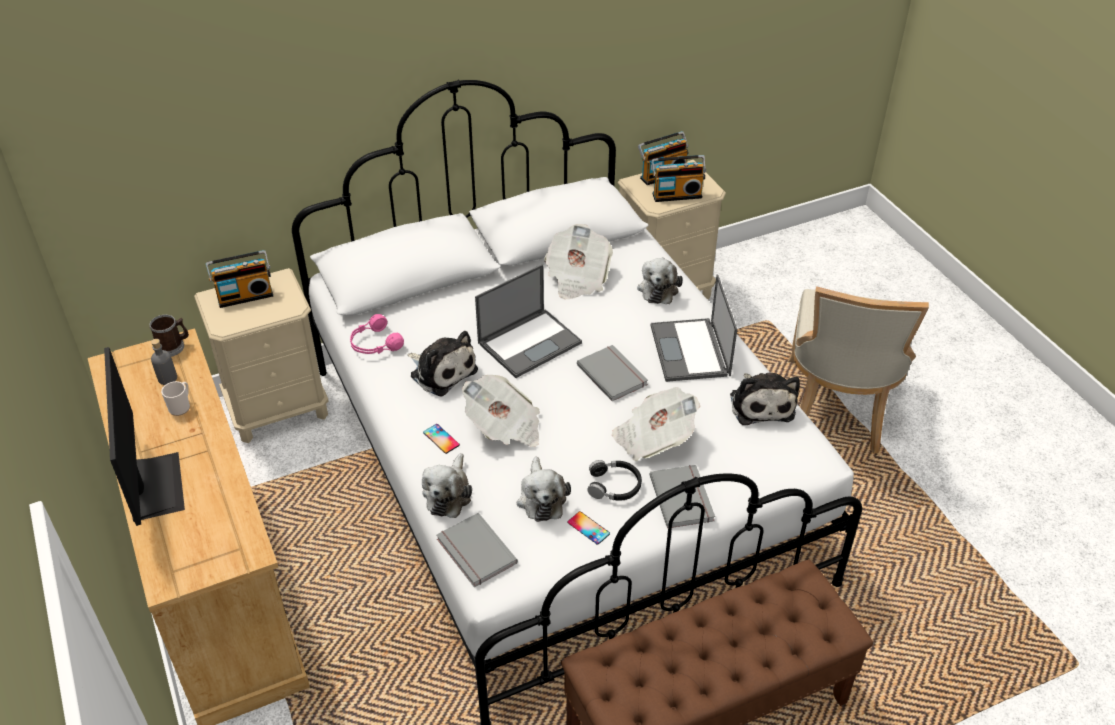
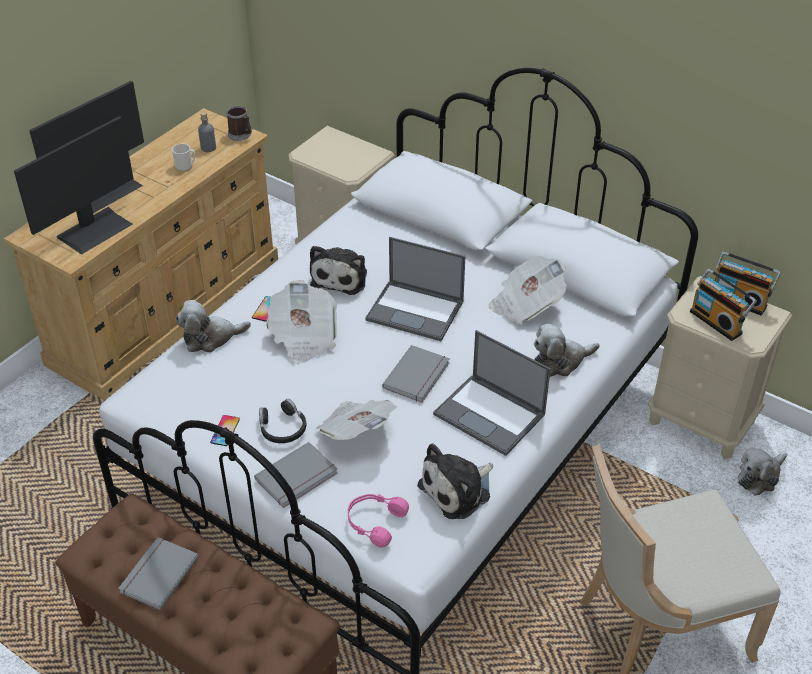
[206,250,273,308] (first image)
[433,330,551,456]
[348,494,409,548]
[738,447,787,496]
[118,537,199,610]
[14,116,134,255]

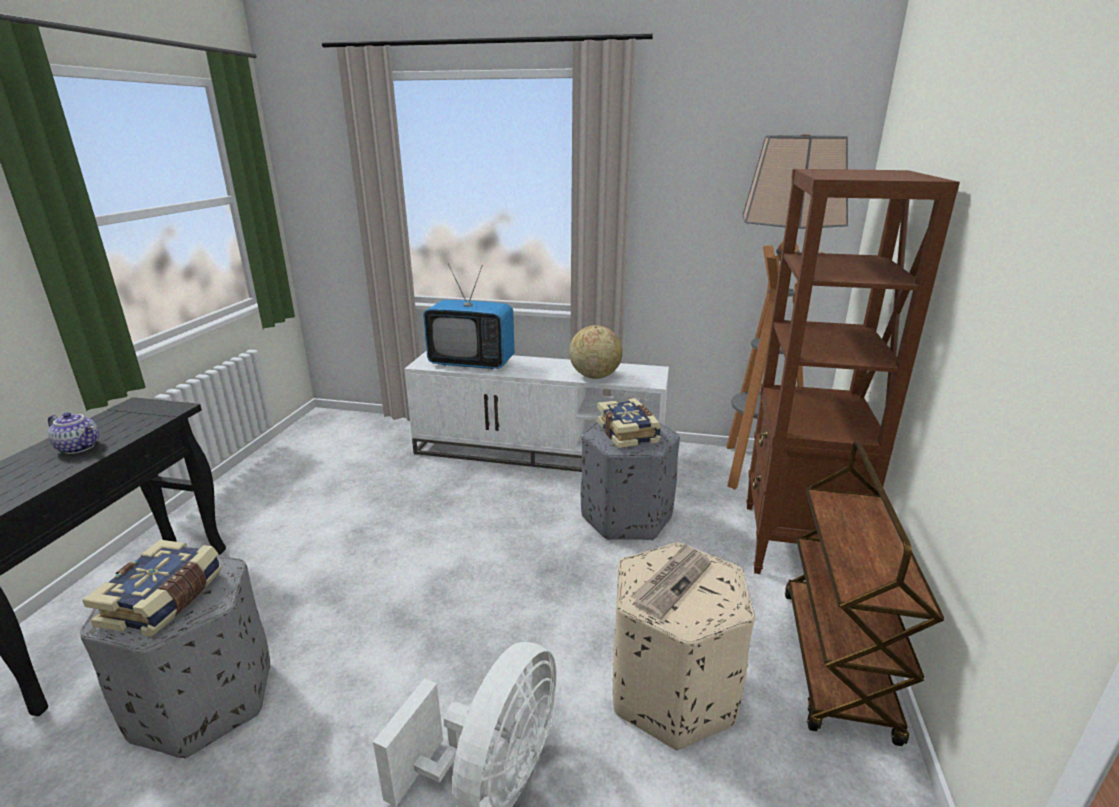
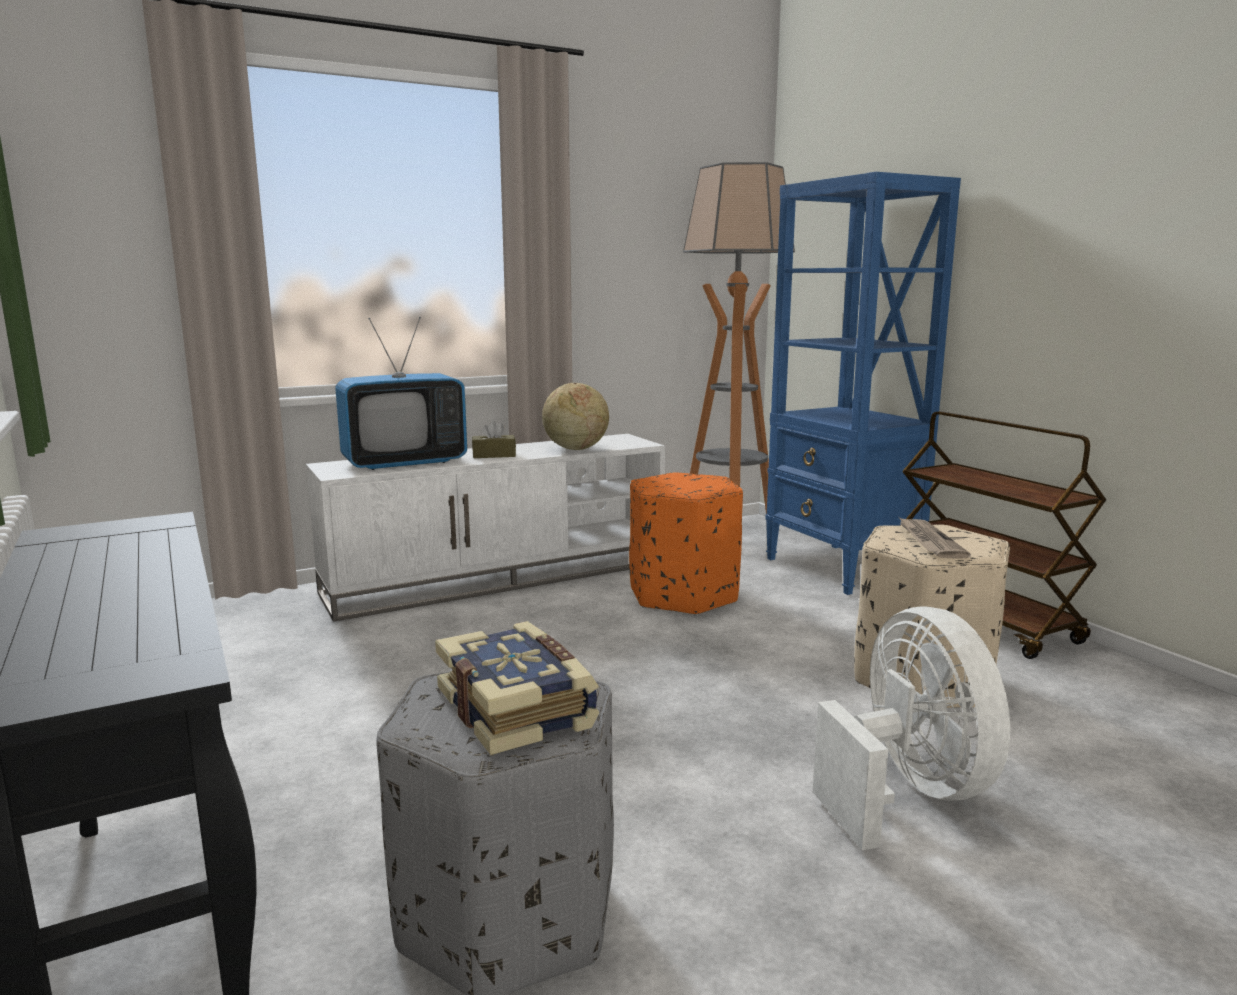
[765,172,961,595]
[597,398,661,448] (first image)
[48,412,99,454] (first image)
[629,473,743,615]
[472,420,516,458]

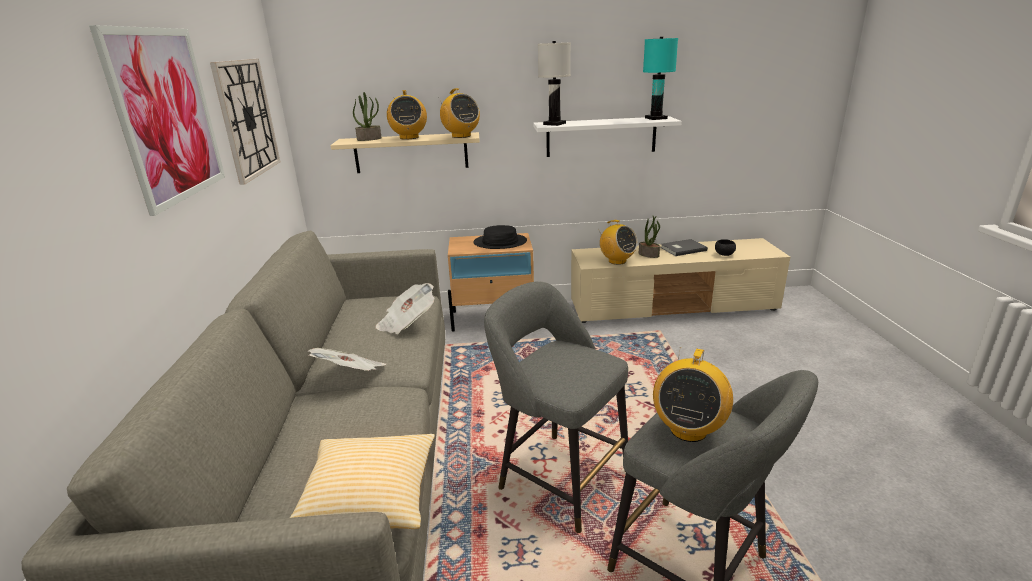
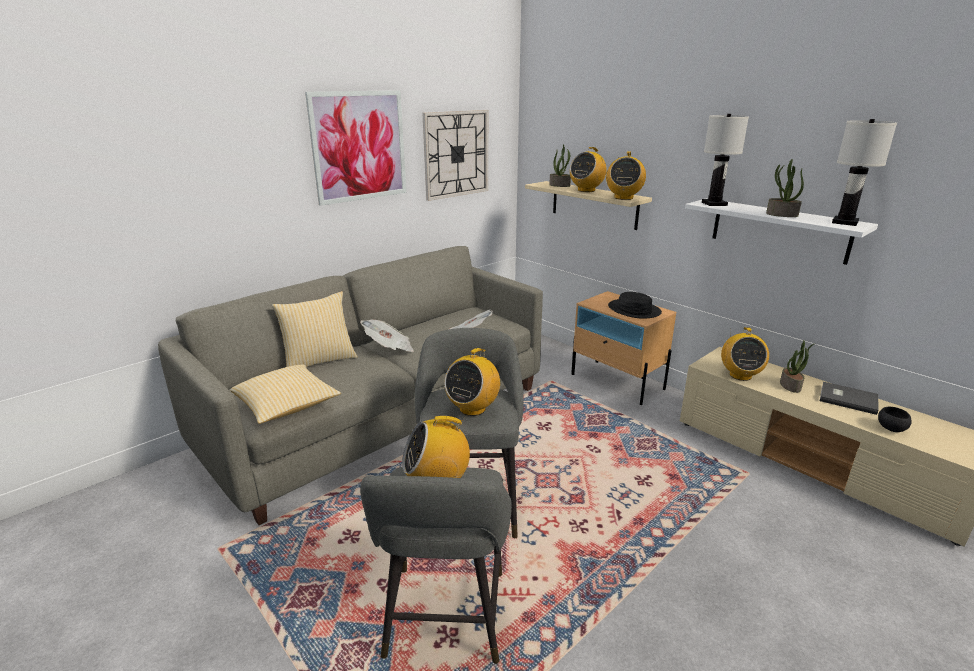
[832,119,897,226]
[766,159,804,217]
[272,291,358,367]
[444,348,500,416]

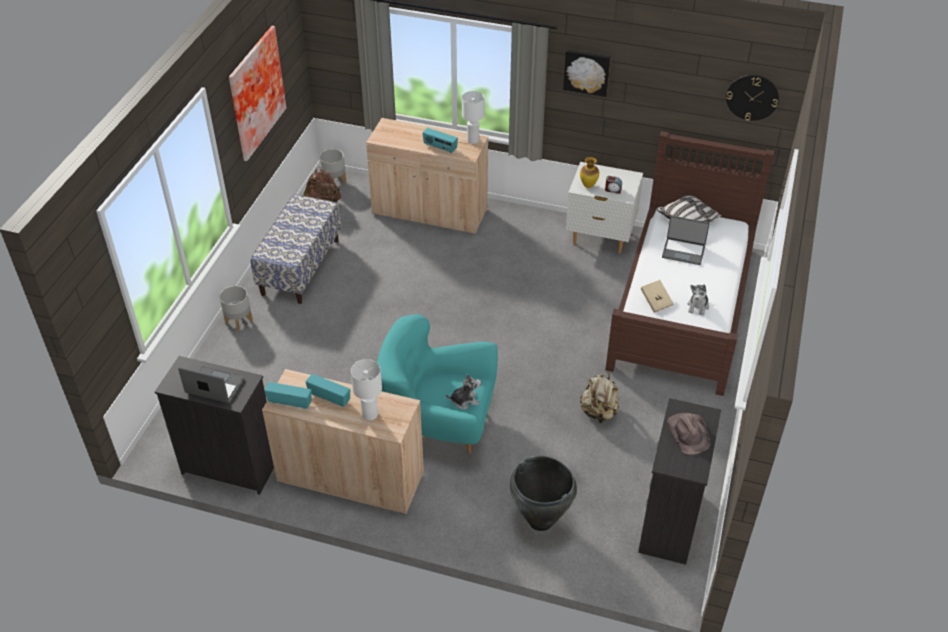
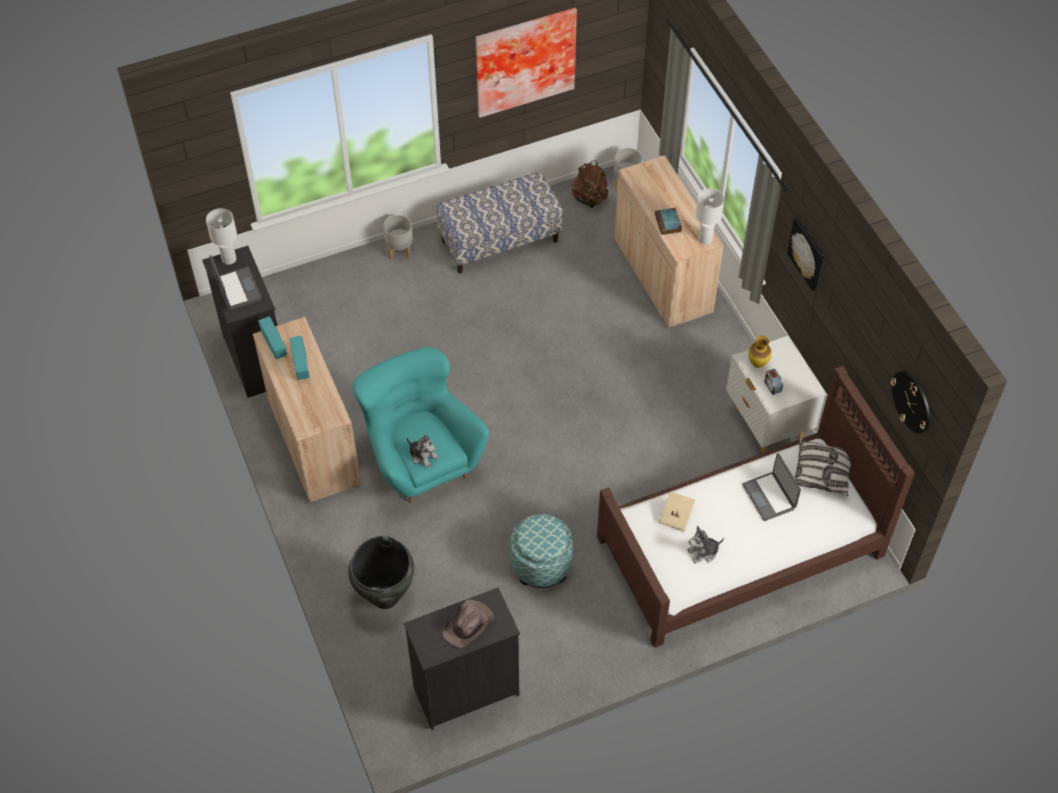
[655,208,682,235]
[206,208,237,265]
[510,514,573,588]

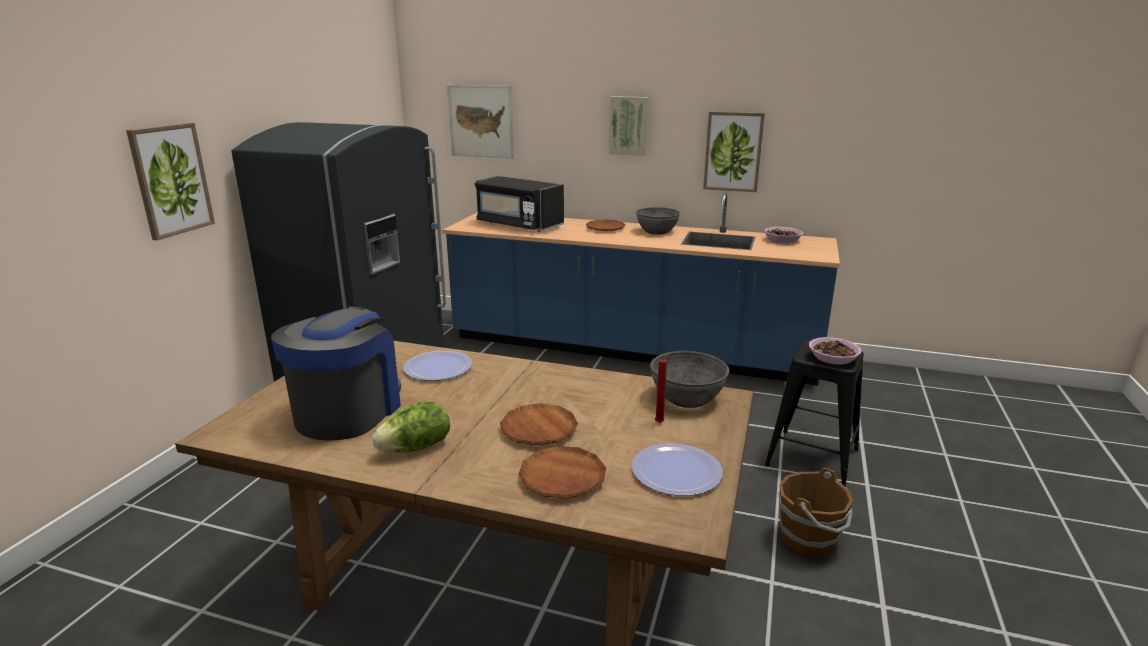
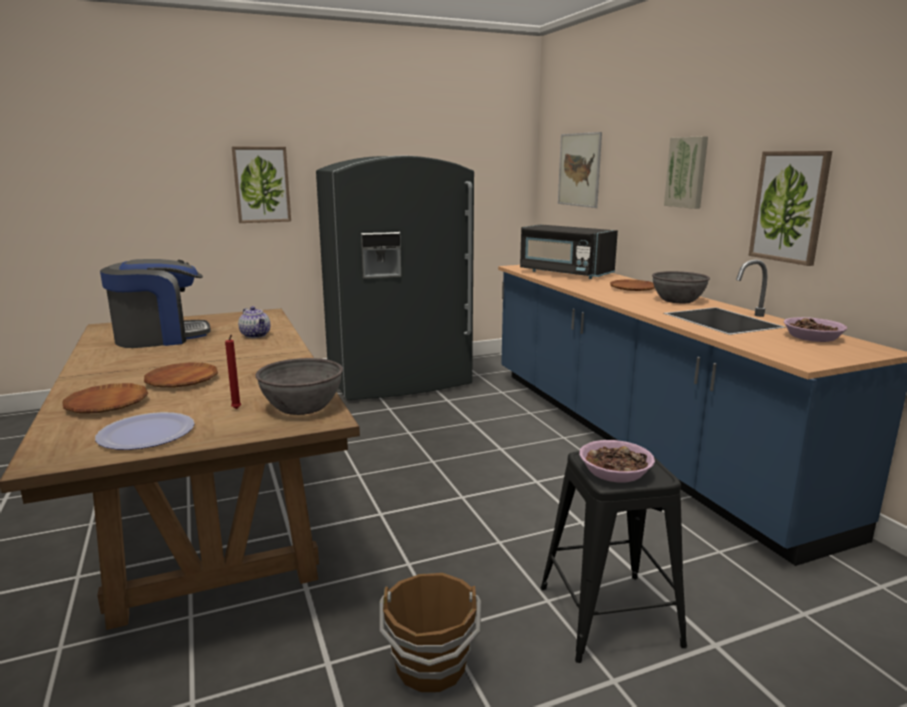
[520,225,618,279]
[238,306,270,338]
[372,402,450,453] (first image)

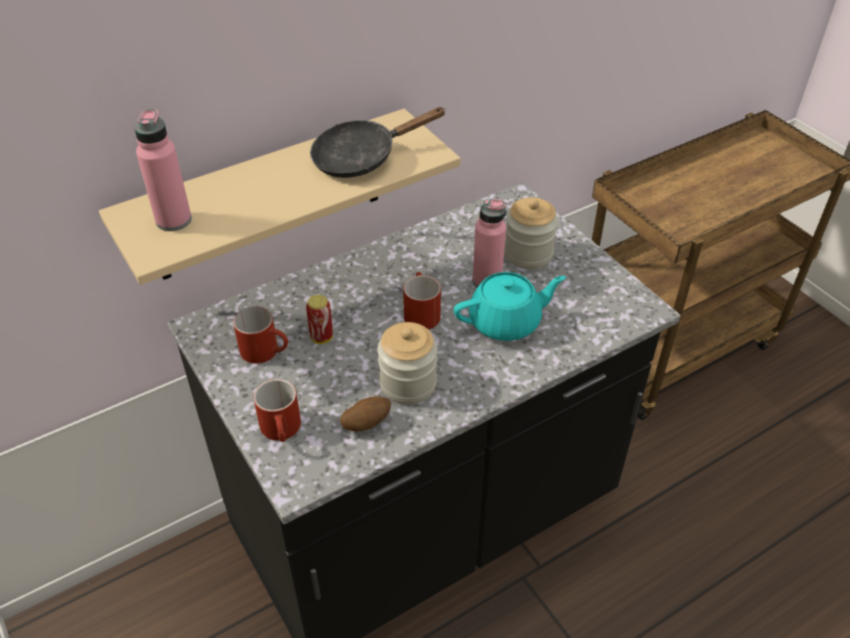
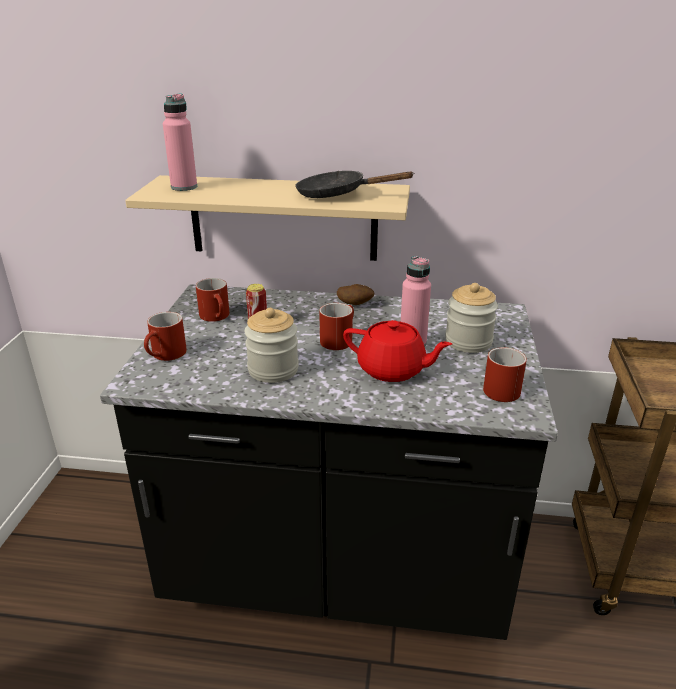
[343,320,452,382]
[337,284,374,305]
[483,347,527,402]

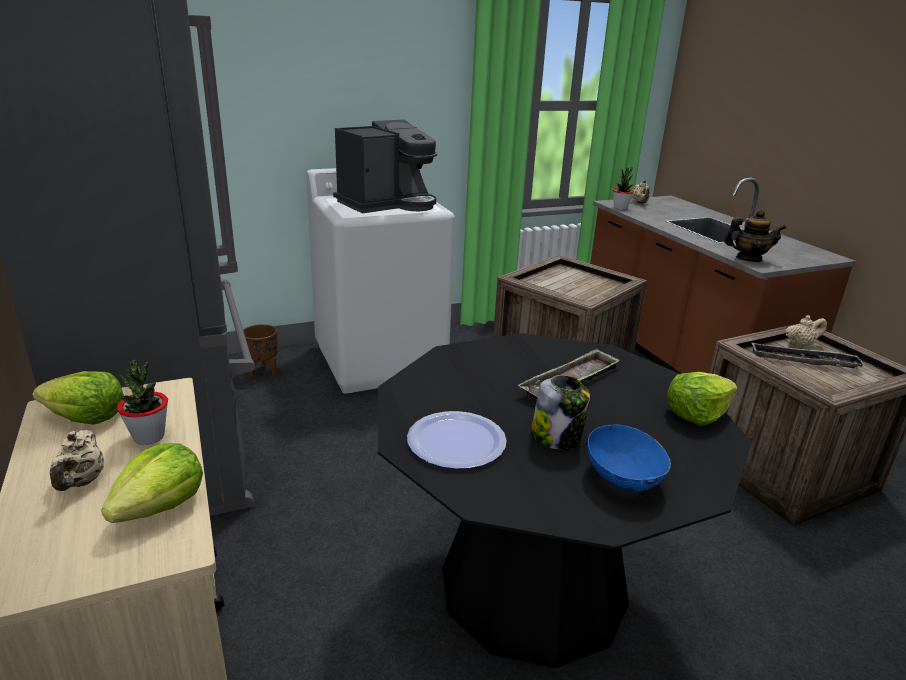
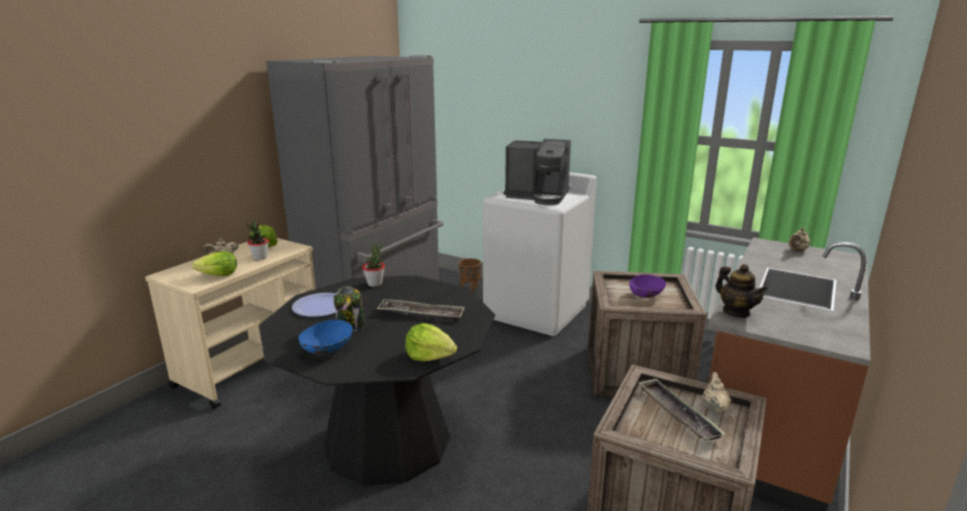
[362,243,385,287]
[702,372,731,413]
[629,275,666,298]

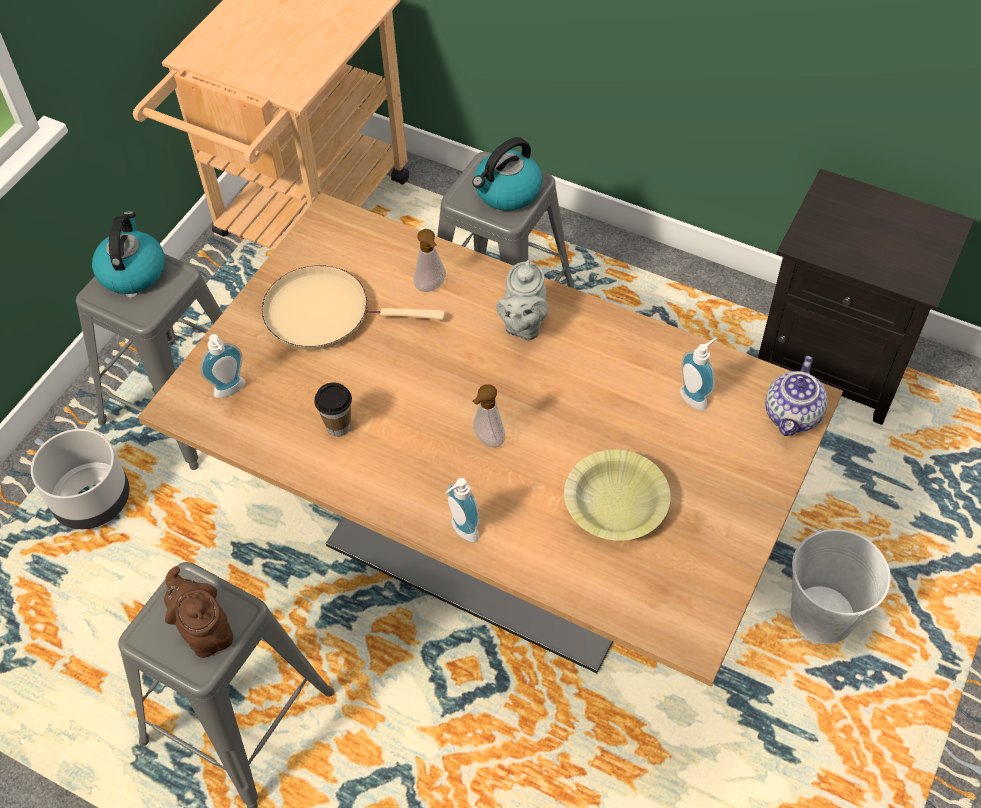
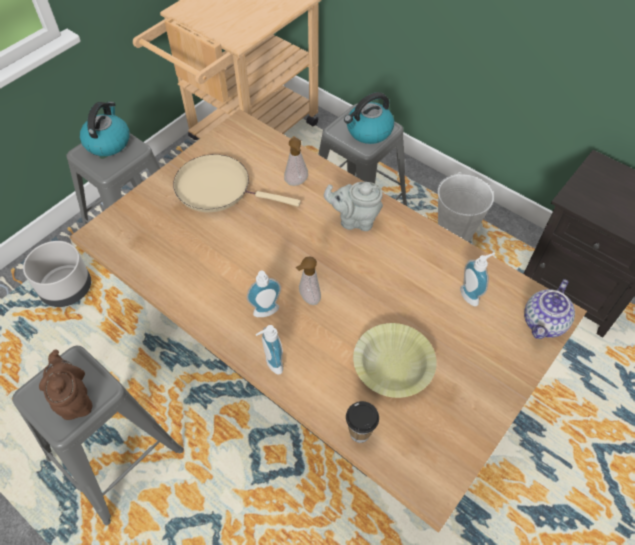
[324,182,383,231]
[247,271,281,317]
[346,401,379,443]
[438,172,494,242]

